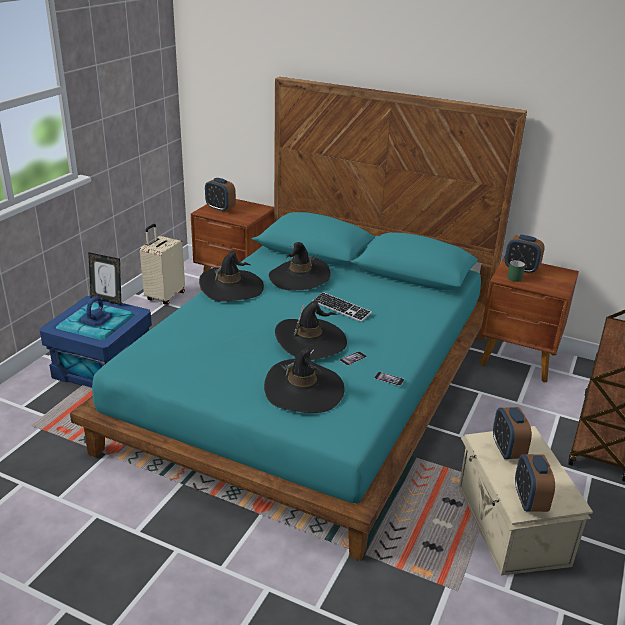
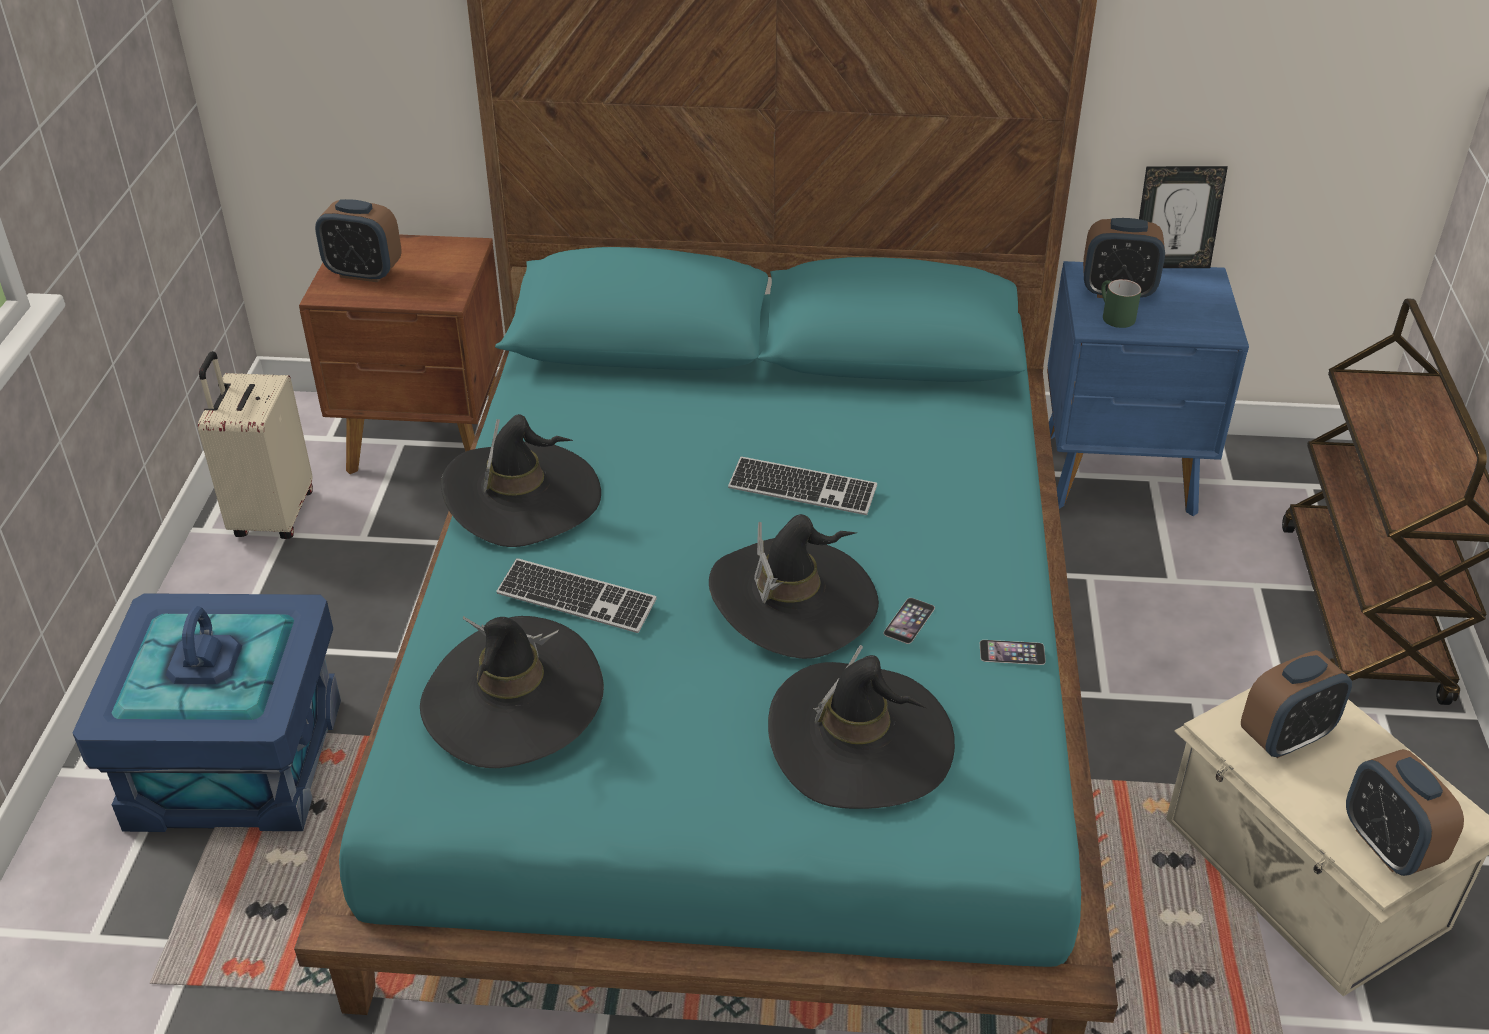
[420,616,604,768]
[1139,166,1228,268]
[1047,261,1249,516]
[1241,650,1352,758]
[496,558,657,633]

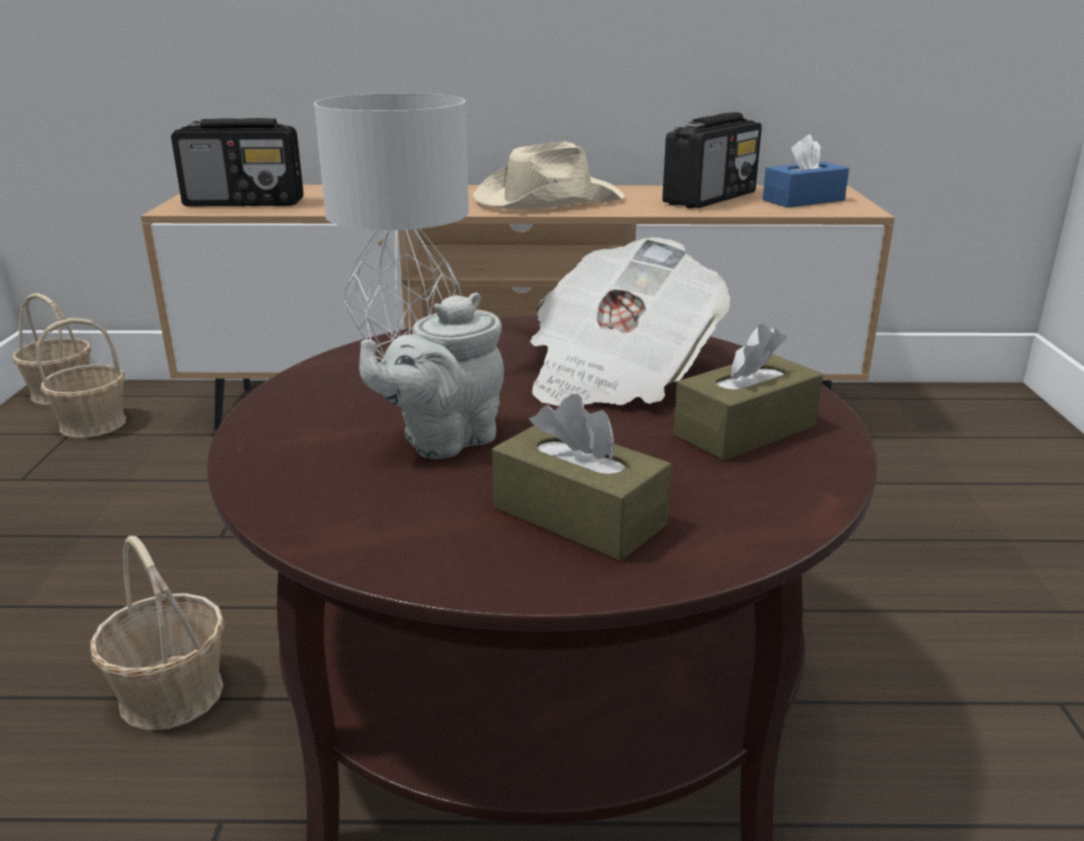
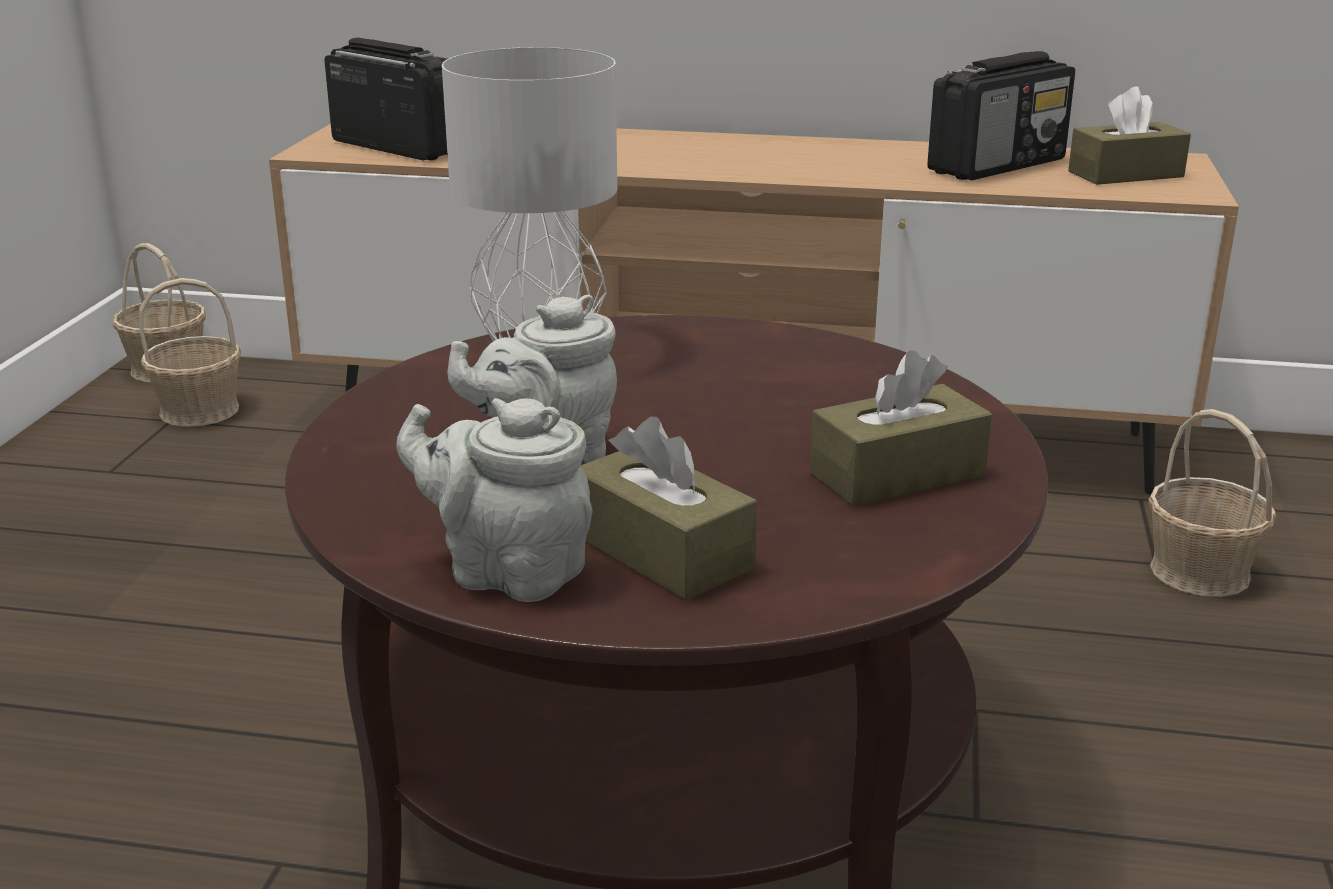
[324,38,448,160]
[1068,86,1191,185]
[473,141,625,209] (first image)
[530,237,731,406] (first image)
[1149,409,1276,597]
[396,398,592,602]

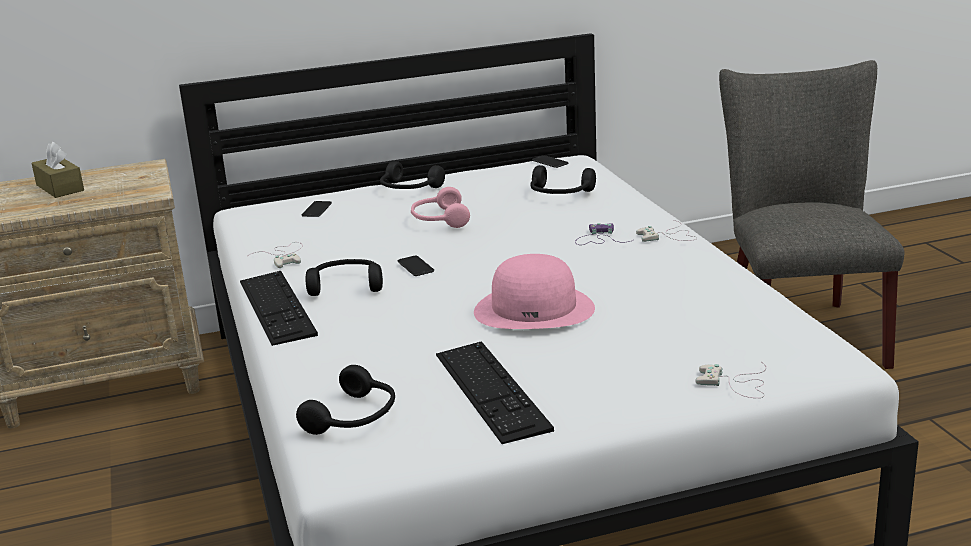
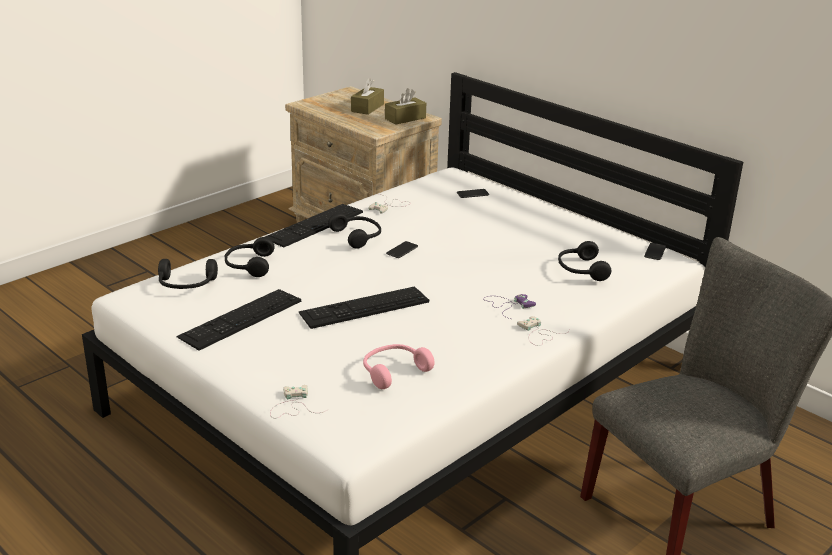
[225,237,274,277]
[363,344,435,389]
[298,286,429,329]
[385,88,426,125]

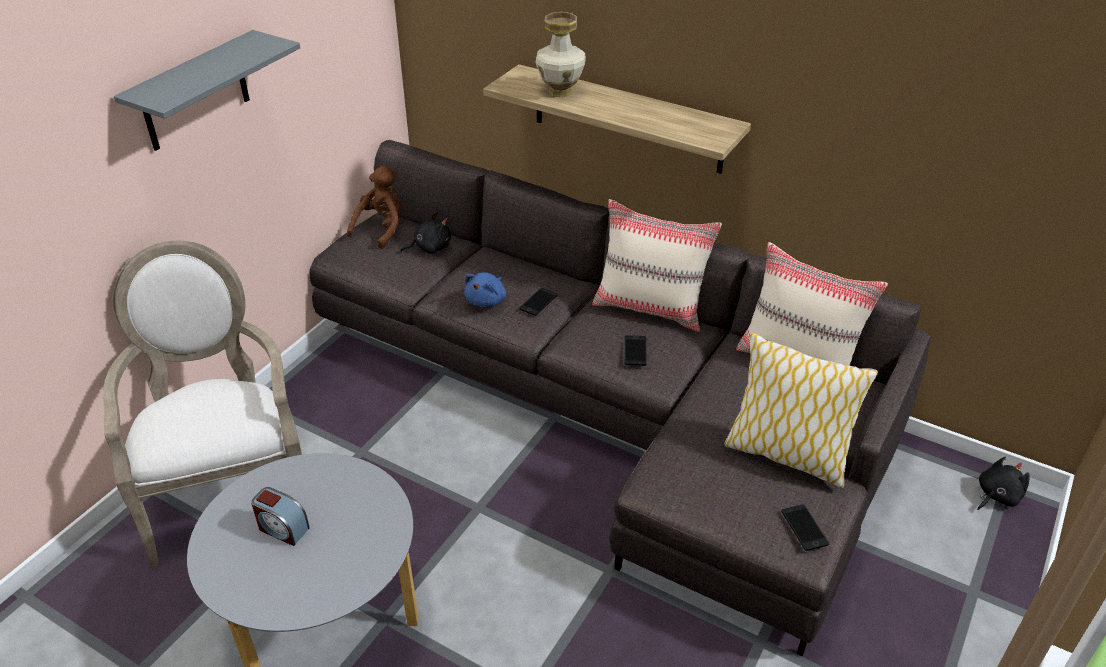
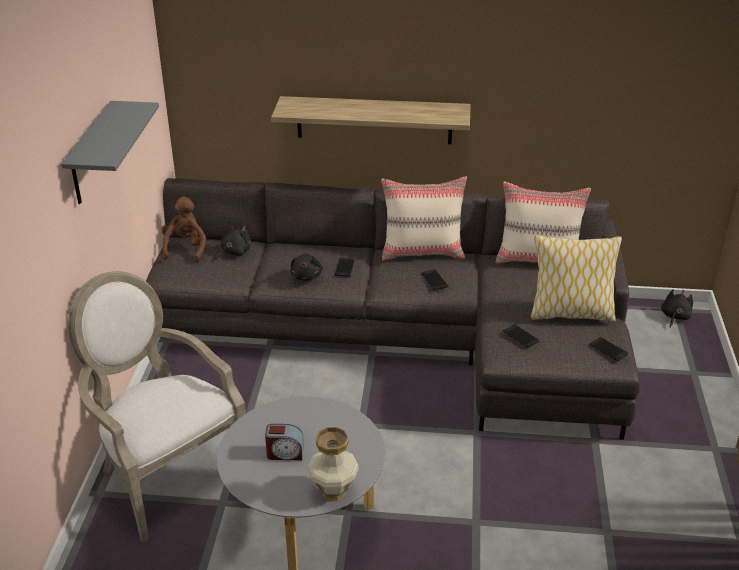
[307,427,359,501]
[290,254,323,281]
[503,324,539,348]

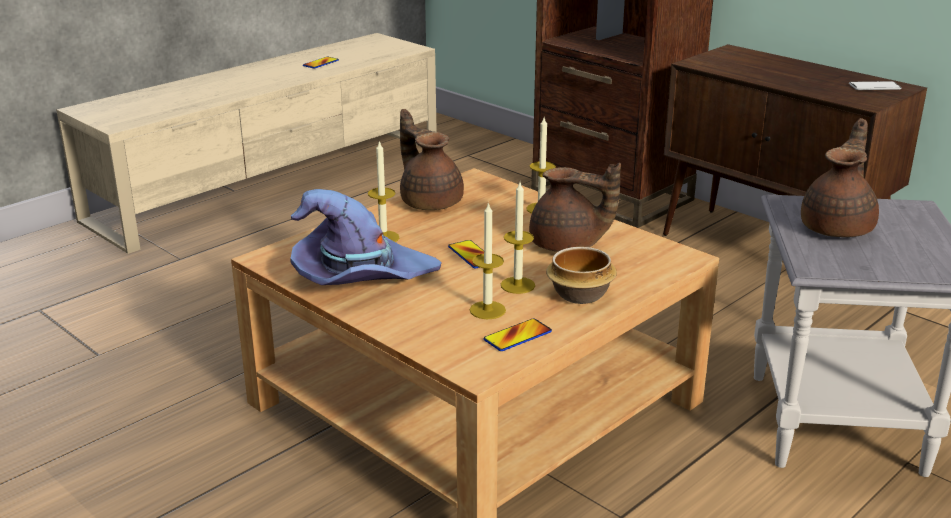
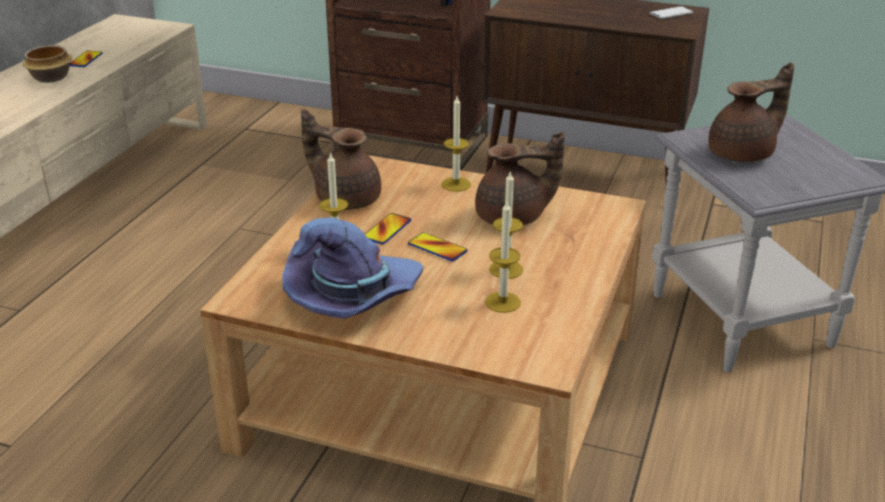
[708,62,794,162]
[23,45,72,83]
[365,213,411,244]

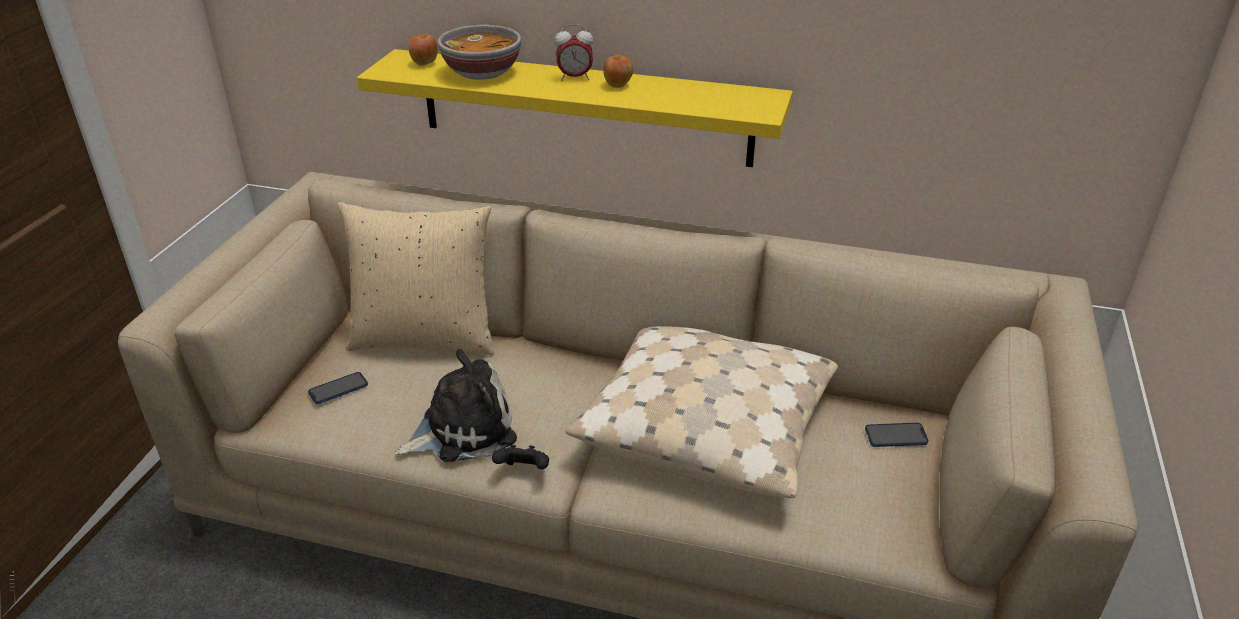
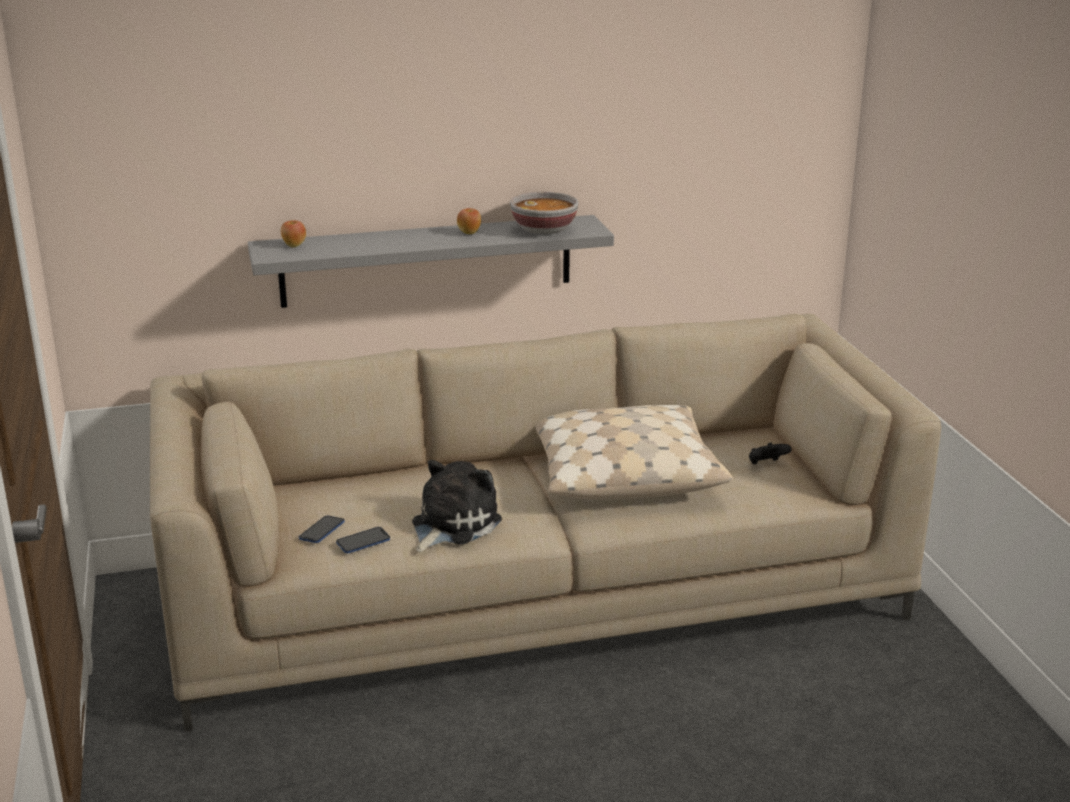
[510,192,578,234]
[555,25,593,81] (first image)
[248,215,614,308]
[338,202,495,356] (first image)
[336,527,390,553]
[749,443,792,464]

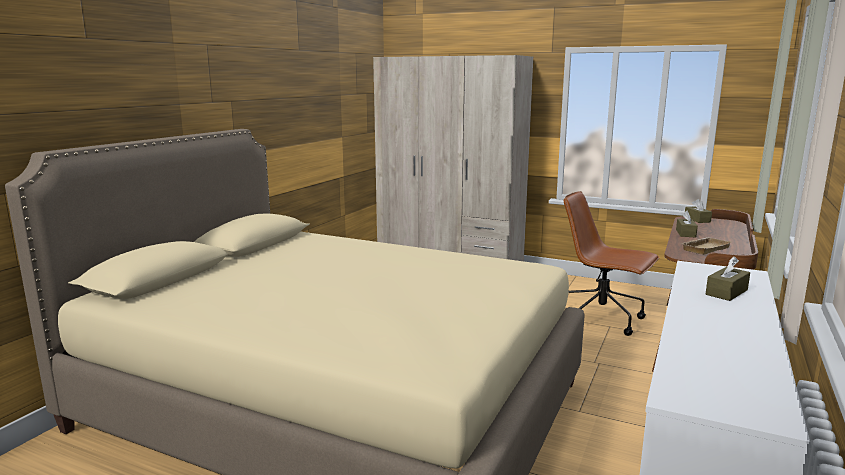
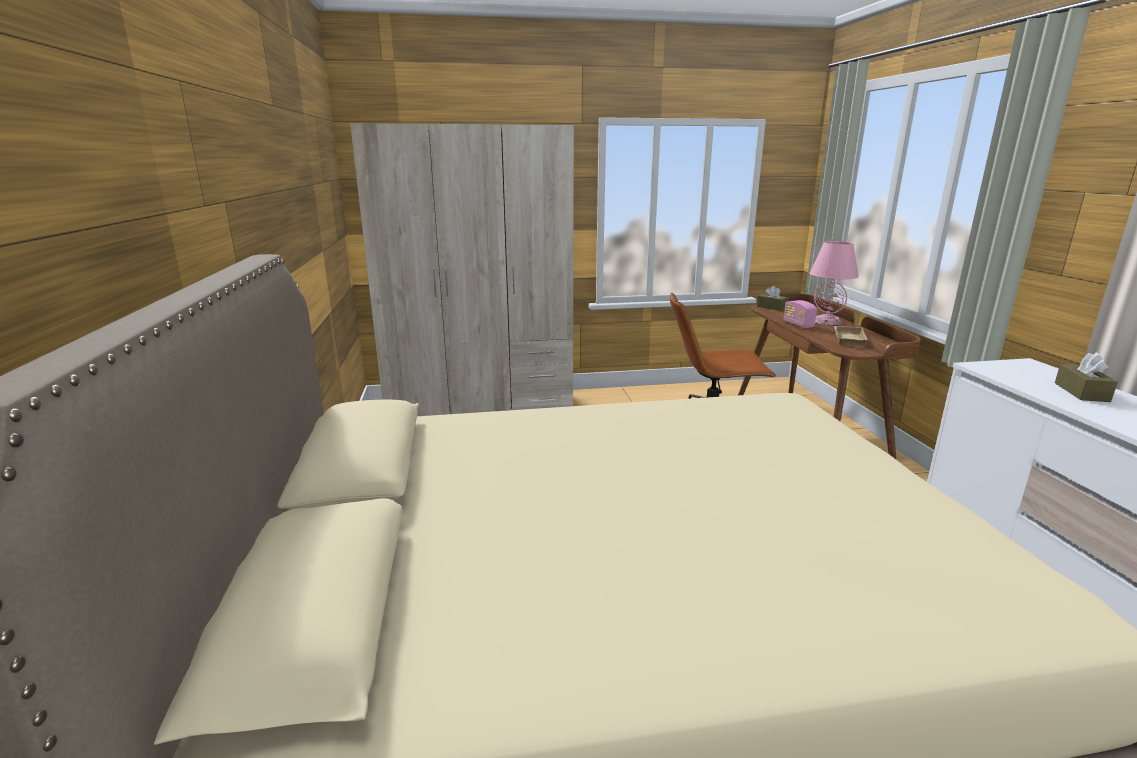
[783,300,817,328]
[810,241,859,325]

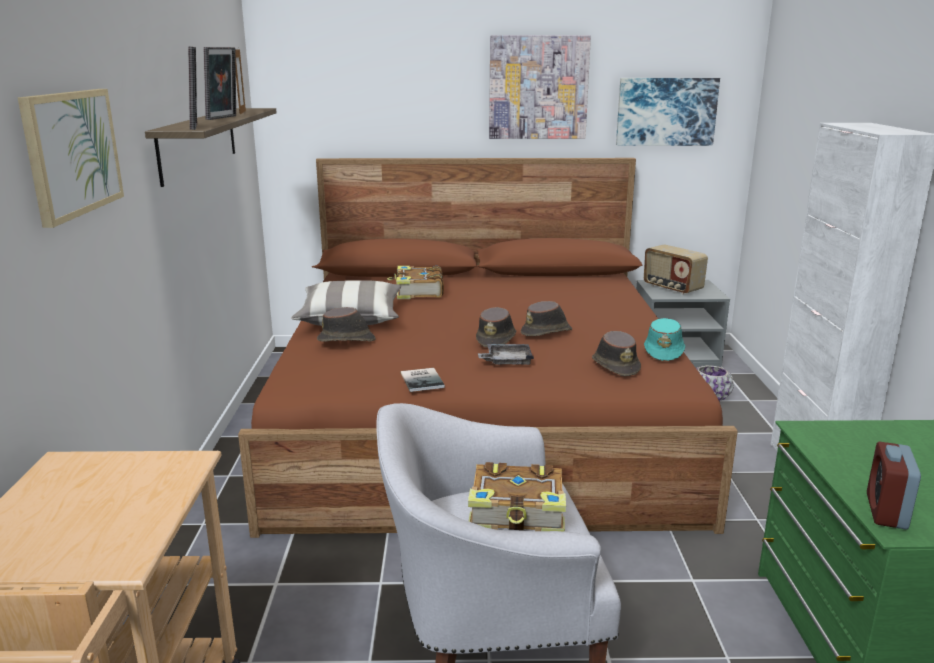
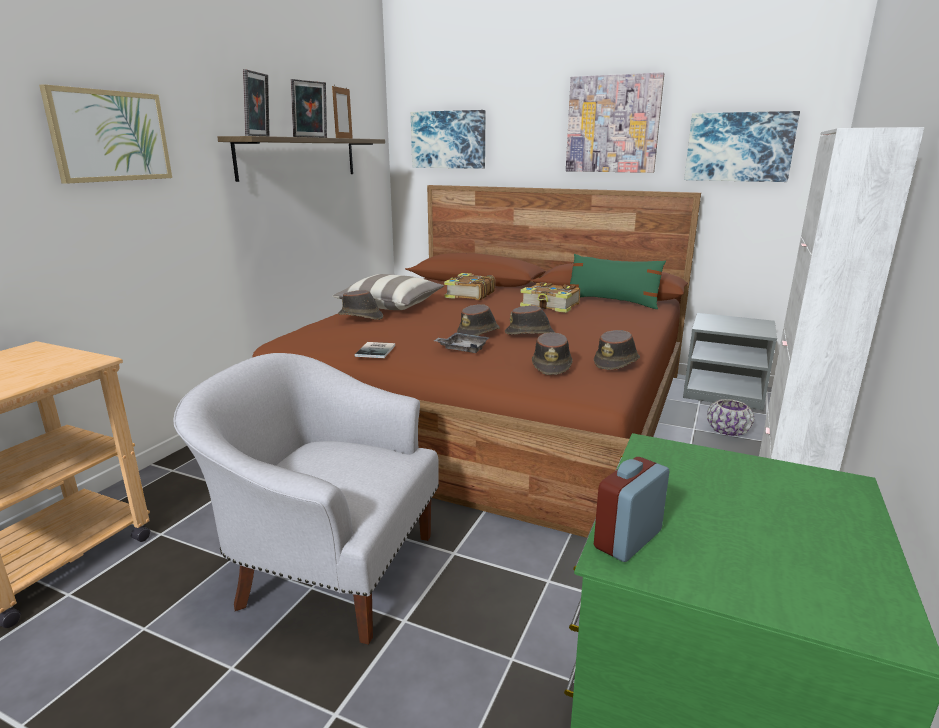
[644,244,708,295] (first image)
[594,330,640,370]
[520,282,580,313]
[411,110,485,169]
[569,254,666,309]

